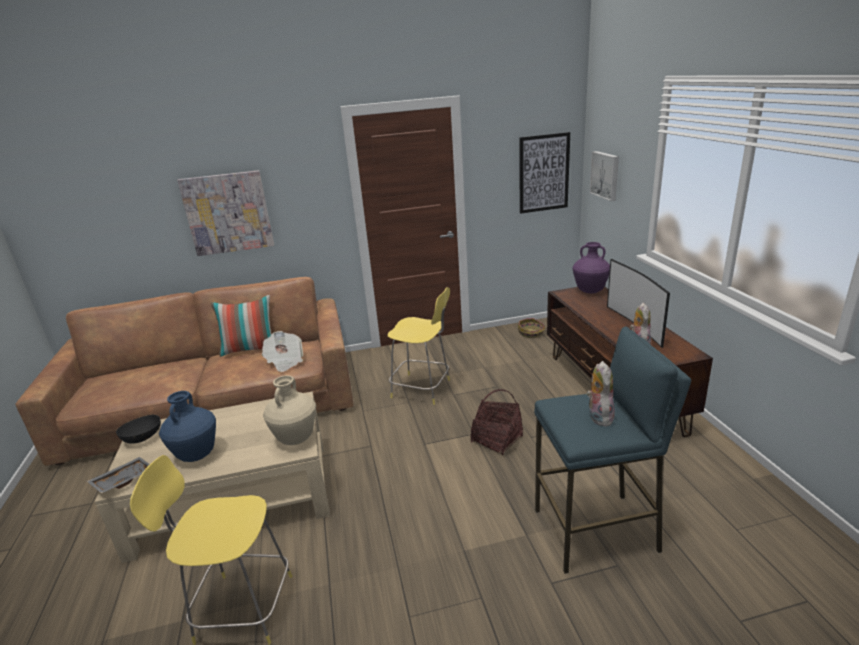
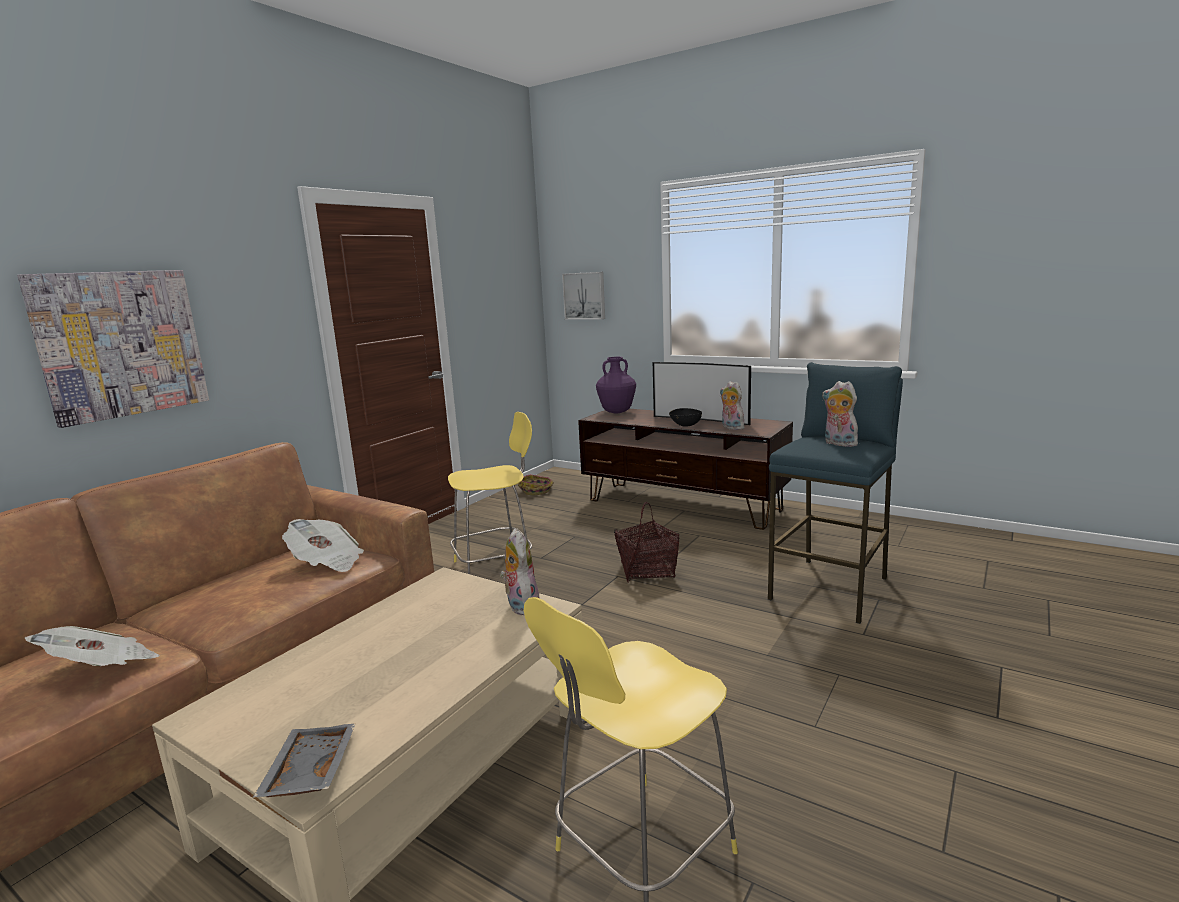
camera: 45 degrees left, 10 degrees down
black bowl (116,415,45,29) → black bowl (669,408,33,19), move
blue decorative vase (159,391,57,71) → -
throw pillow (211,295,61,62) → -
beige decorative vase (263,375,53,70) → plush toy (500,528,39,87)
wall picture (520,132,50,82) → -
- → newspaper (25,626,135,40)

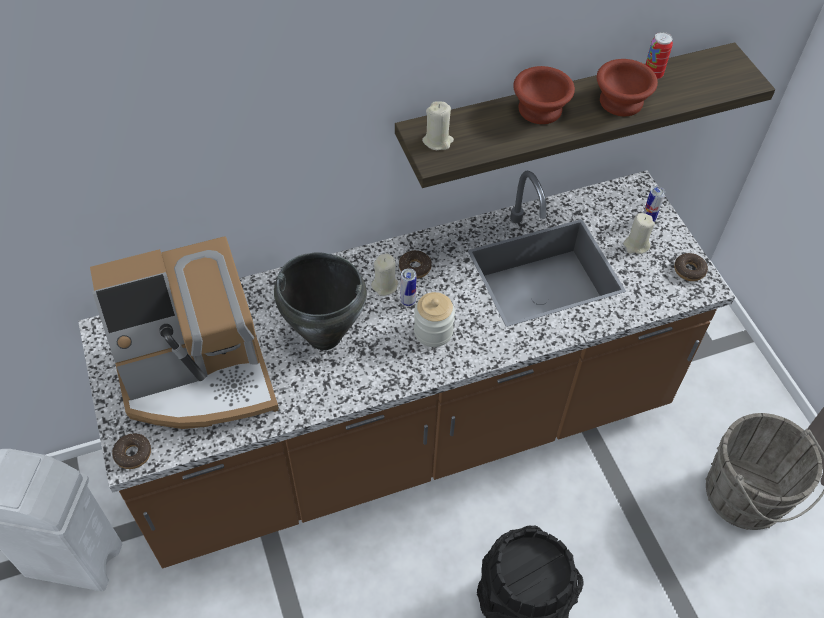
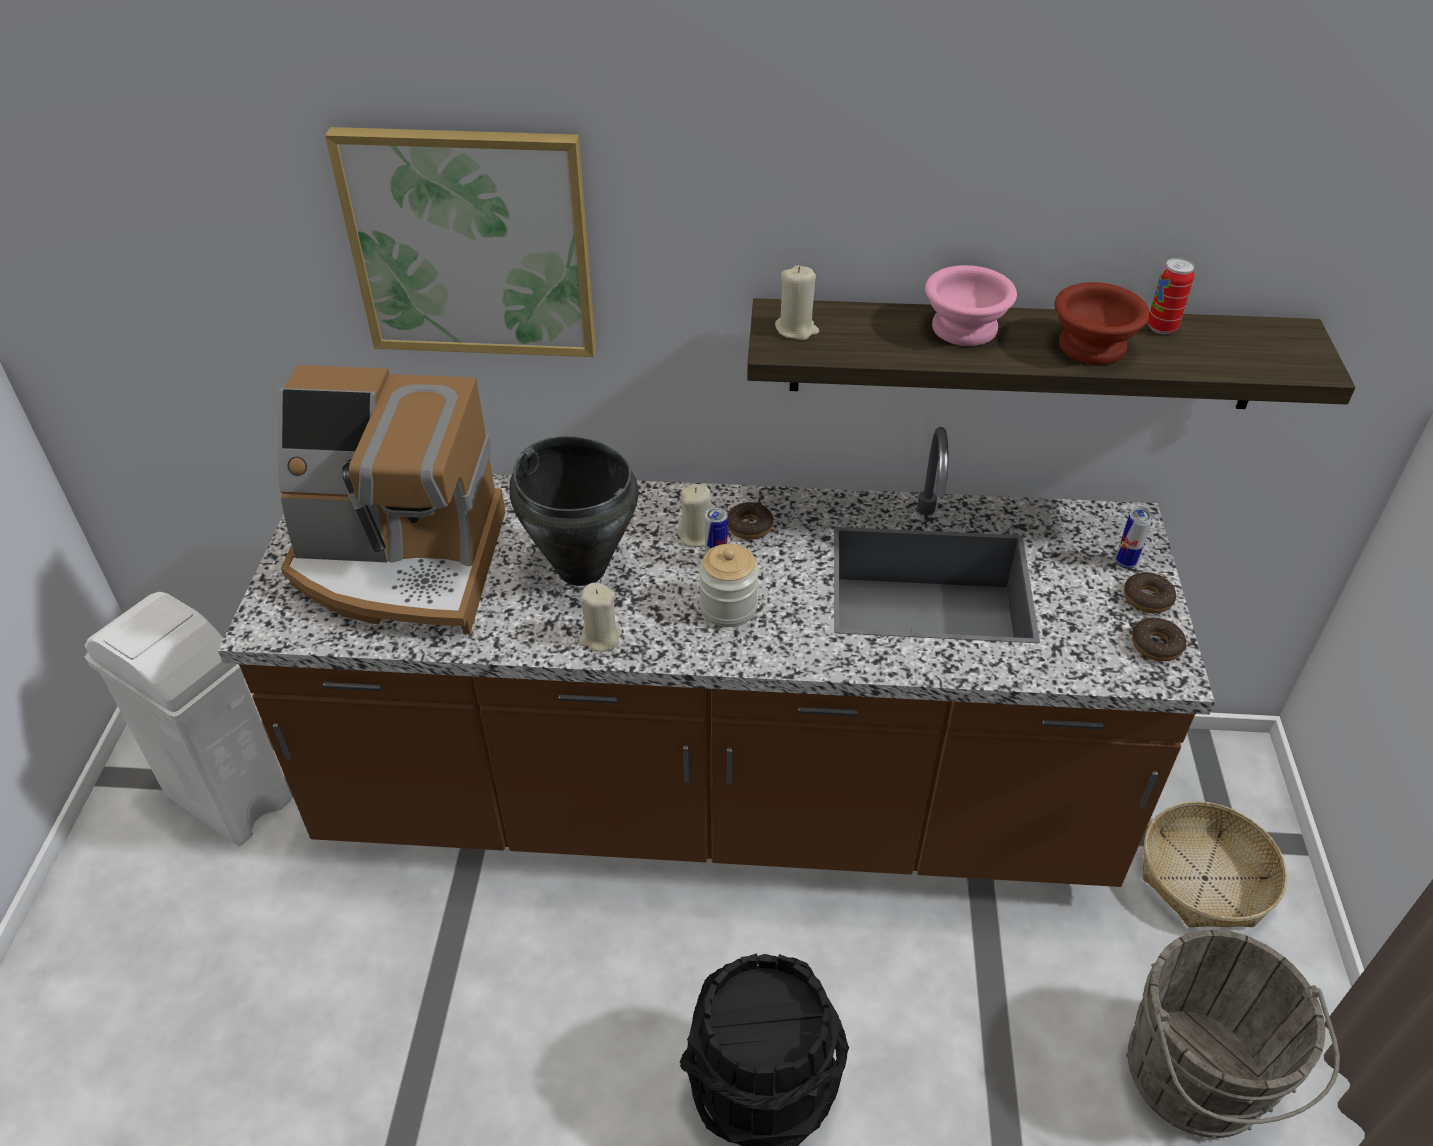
camera: 25 degrees right, 10 degrees down
doughnut (112,434,39,35) → doughnut (1124,572,52,41), move
brownish bowl (513,66,62,58) → pink bowl (925,265,92,81)
beige wax candle (623,213,32,41) → beige wax candle (579,583,43,69), move
- → wall picture (325,127,271,230)
- → basket (1143,801,144,126)

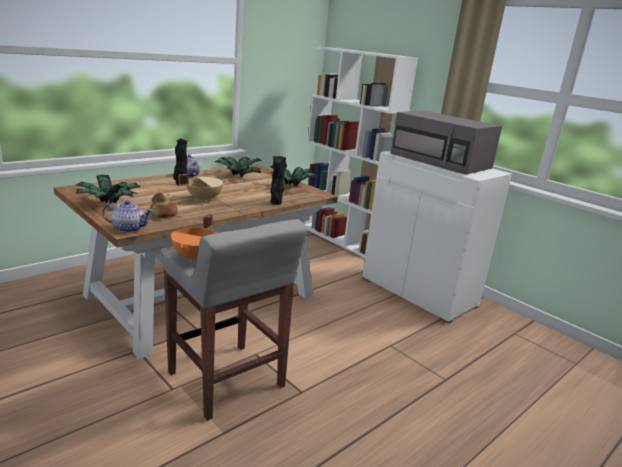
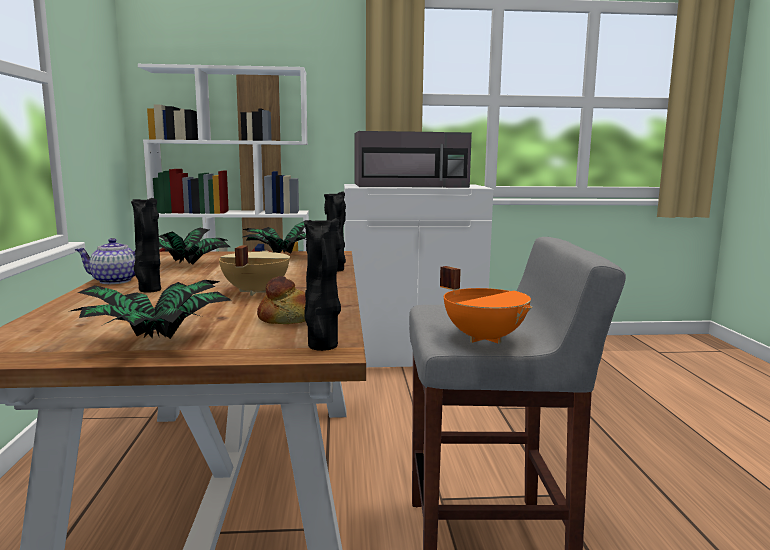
camera: 50 degrees left, 10 degrees down
teapot (102,200,51,33) → black decorative vase (304,218,39,133)

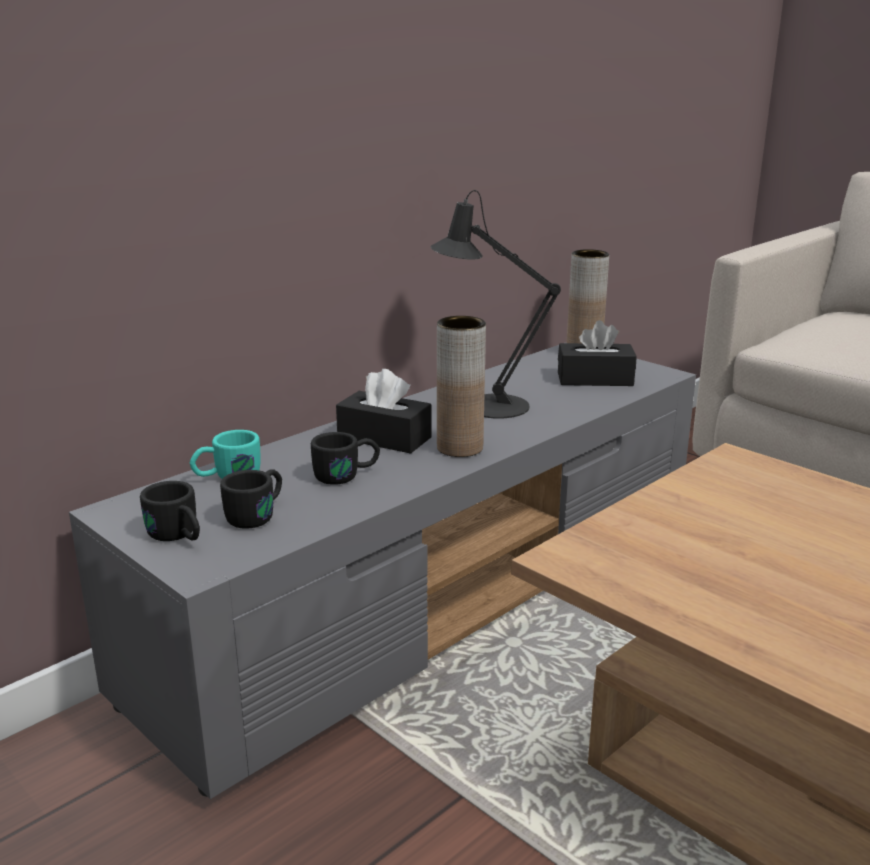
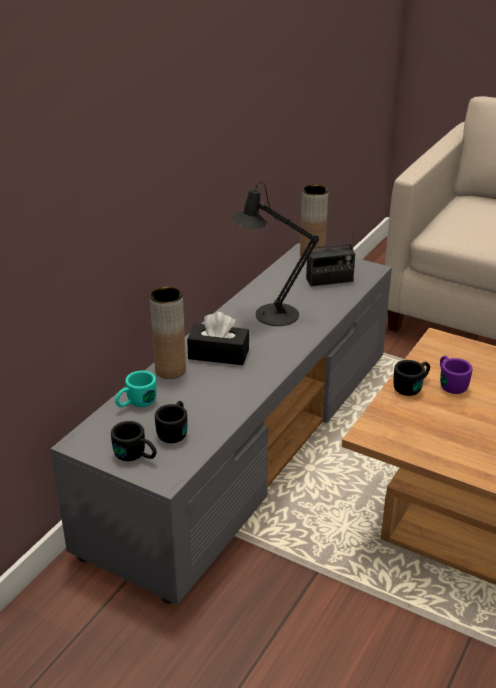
camera: 15 degrees left, 10 degrees up
black tea mug (311,432,69,53) → black tea mug (393,360,37,36), move
brownish decorative vase (437,316,49,141) → brownish decorative vase (150,287,36,92), move
black tissue box (558,320,79,66) → radio receiver (306,220,49,66)
- → purple-coloured tea mug (440,356,33,38)

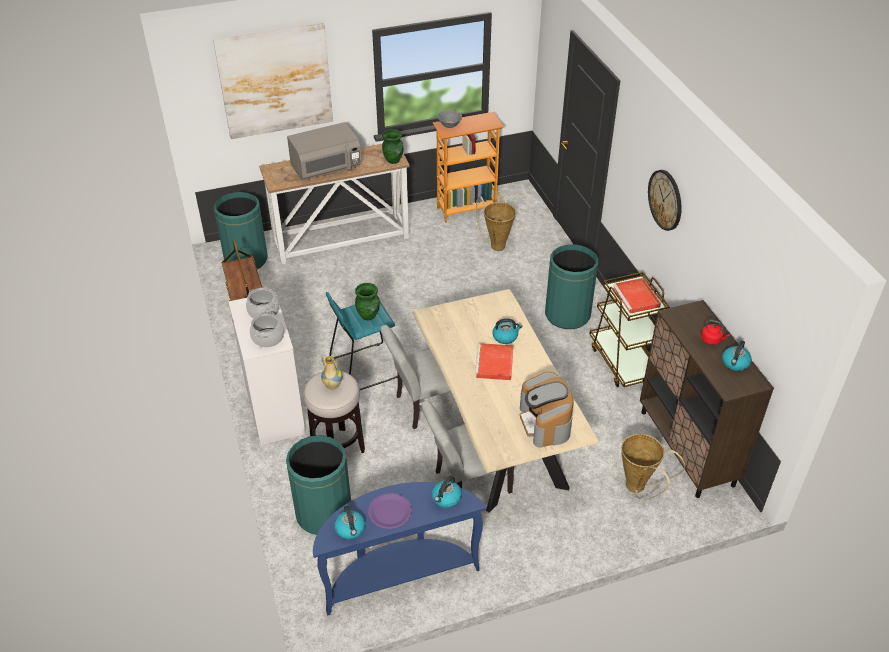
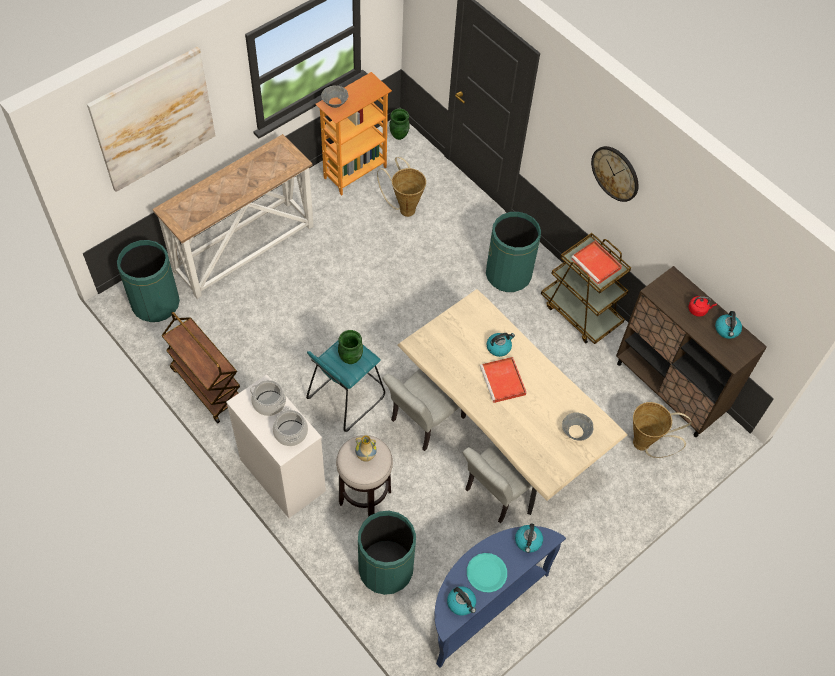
camera: 25 degrees left, 15 degrees up
grey microwave (287,122,74,59) → -
purple-coloured dinner plate (368,493,44,36) → turquoise dinner plate (467,553,40,40)
green-coloured decorative vase (382,129,21,35) → green-coloured decorative vase (389,109,21,31), move
coffee maker (520,372,53,76) → grey bowl (562,413,31,28)

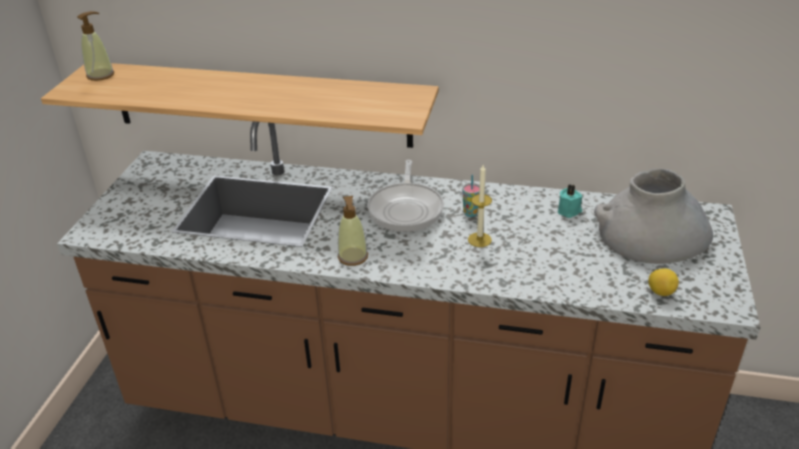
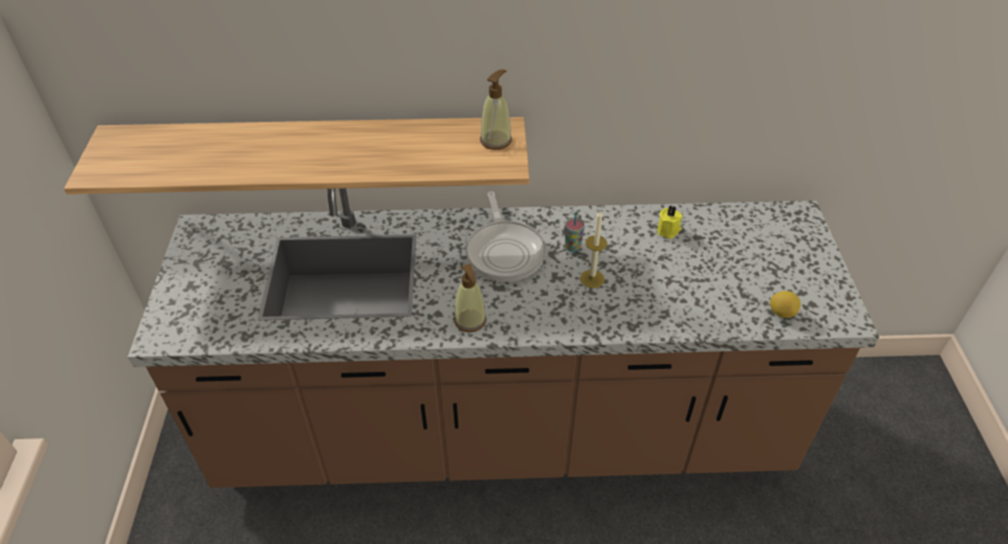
camera: 15 degrees left, 10 degrees up
soap dispenser (77,11,37,70) → soap dispenser (480,70,32,80), move
turquoise wax candle (558,184,24,34) → yellow-coloured wax candle (657,206,25,33)
grey decorative vase (594,169,119,95) → -

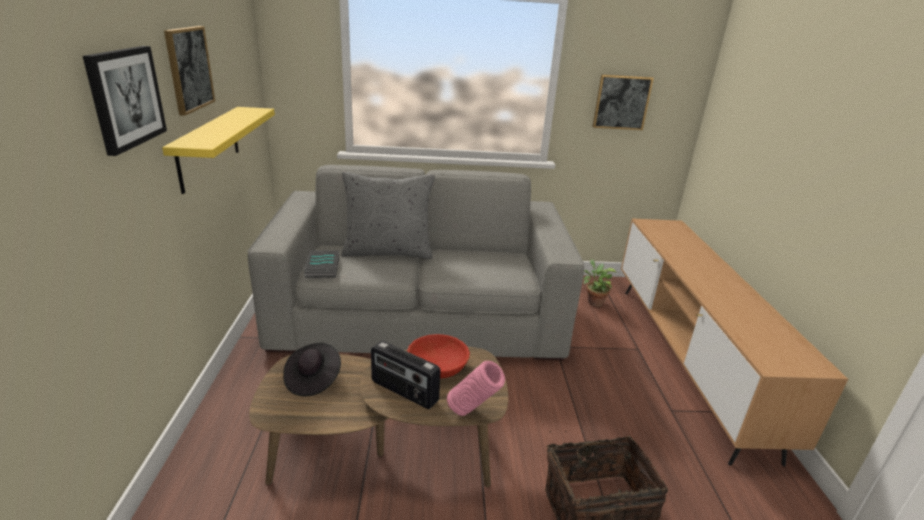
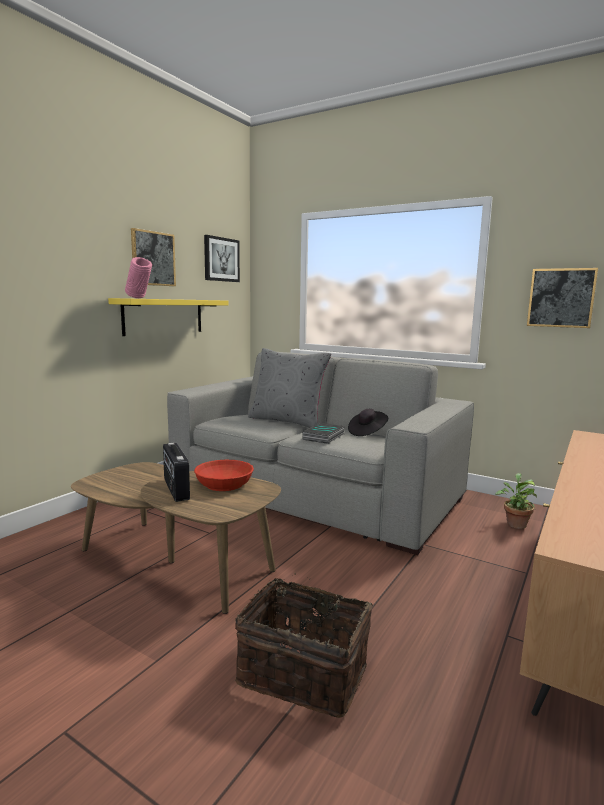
camera: 35 degrees right, 15 degrees down
wall picture (83,46,84,110) → wall picture (204,235,36,47), move
black clothing hat (283,343,58,53) → black clothing hat (348,409,40,27), move
book (304,250,36,28) → book (302,423,43,21), move
pink decorative vase (447,361,58,55) → pink decorative vase (125,257,27,41), move

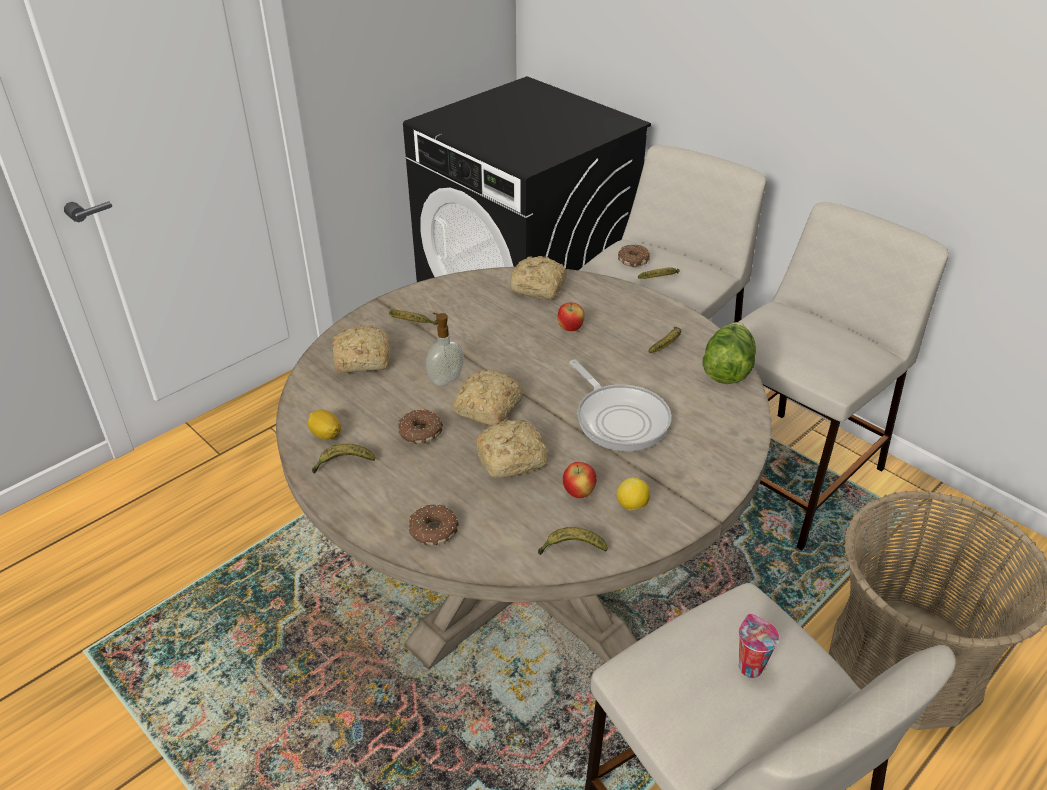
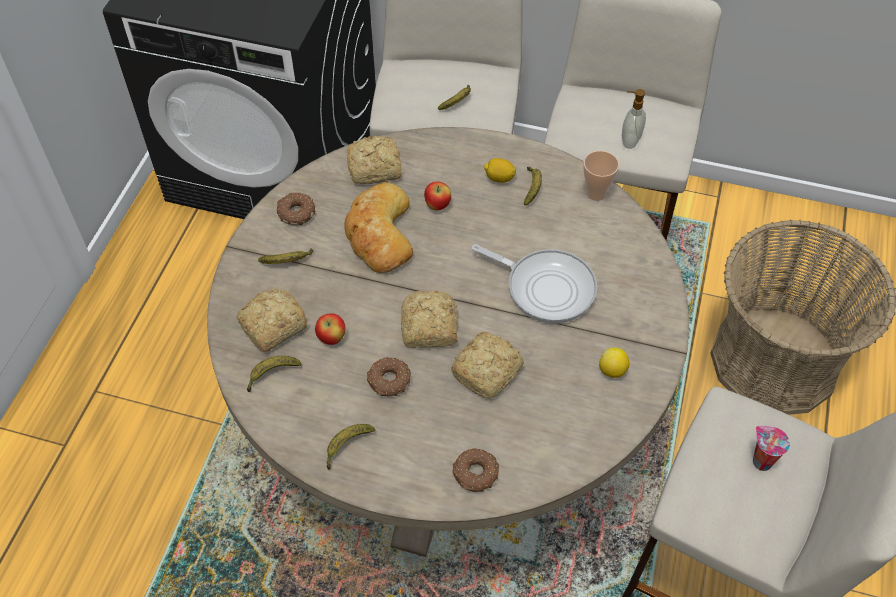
camera: 30 degrees left, 15 degrees up
citrus fruit (308,409,33,31) → citrus fruit (484,158,32,25), move
soap dispenser (426,313,38,73) → soap dispenser (622,89,24,60), move
whole banana (538,527,70,28) → whole banana (247,356,54,36), move
apple fruit (563,462,34,36) → apple fruit (315,313,31,32), move
doughnut (618,244,32,23) → doughnut (277,193,38,32), move
lettuce head (702,322,54,62) → cup (583,151,36,50)
- → bakery bread (344,183,69,90)

